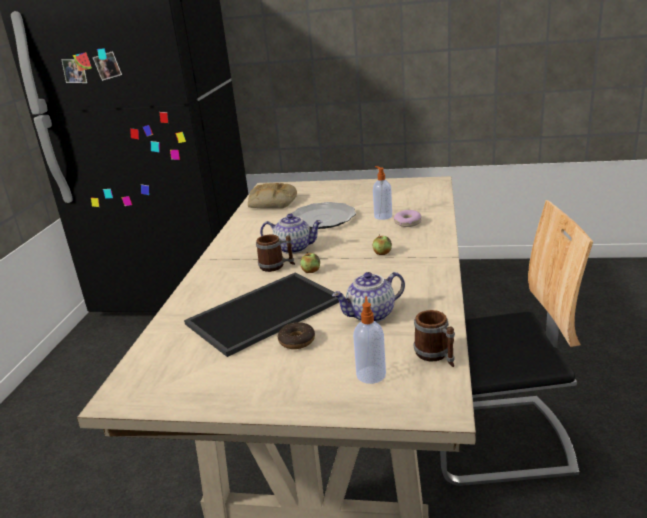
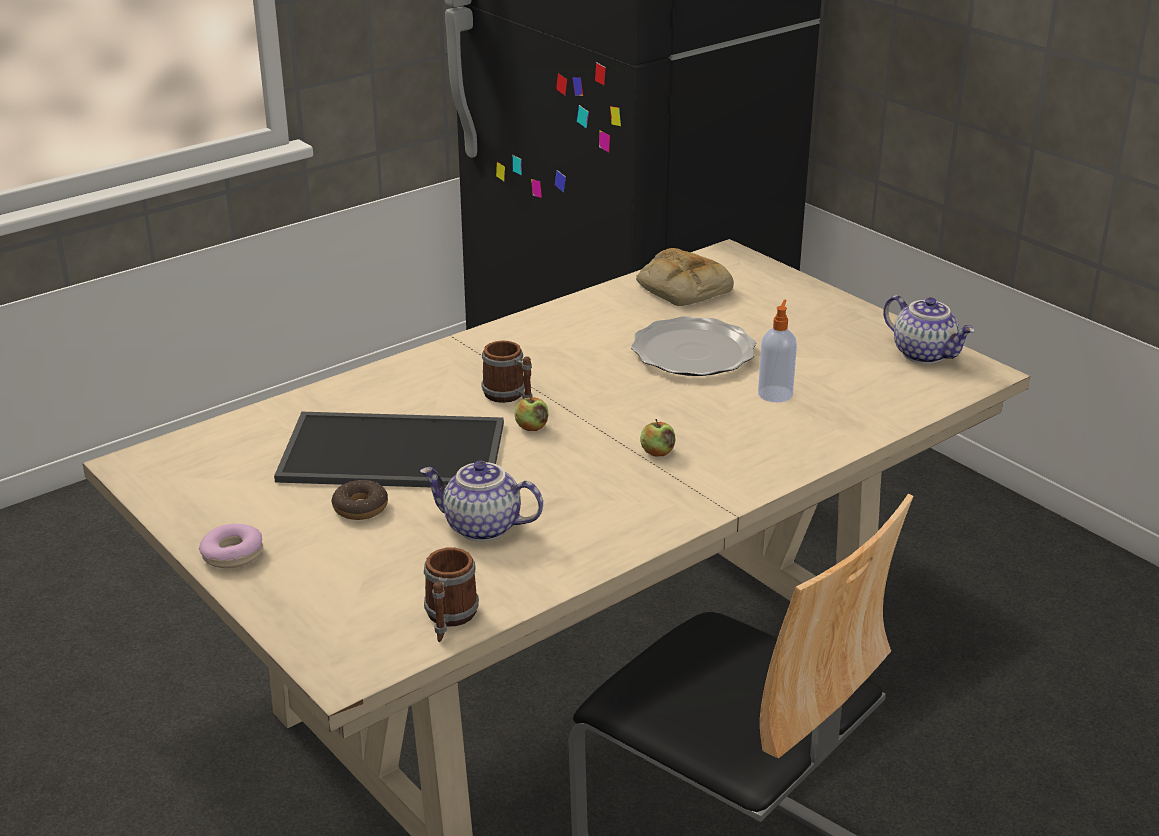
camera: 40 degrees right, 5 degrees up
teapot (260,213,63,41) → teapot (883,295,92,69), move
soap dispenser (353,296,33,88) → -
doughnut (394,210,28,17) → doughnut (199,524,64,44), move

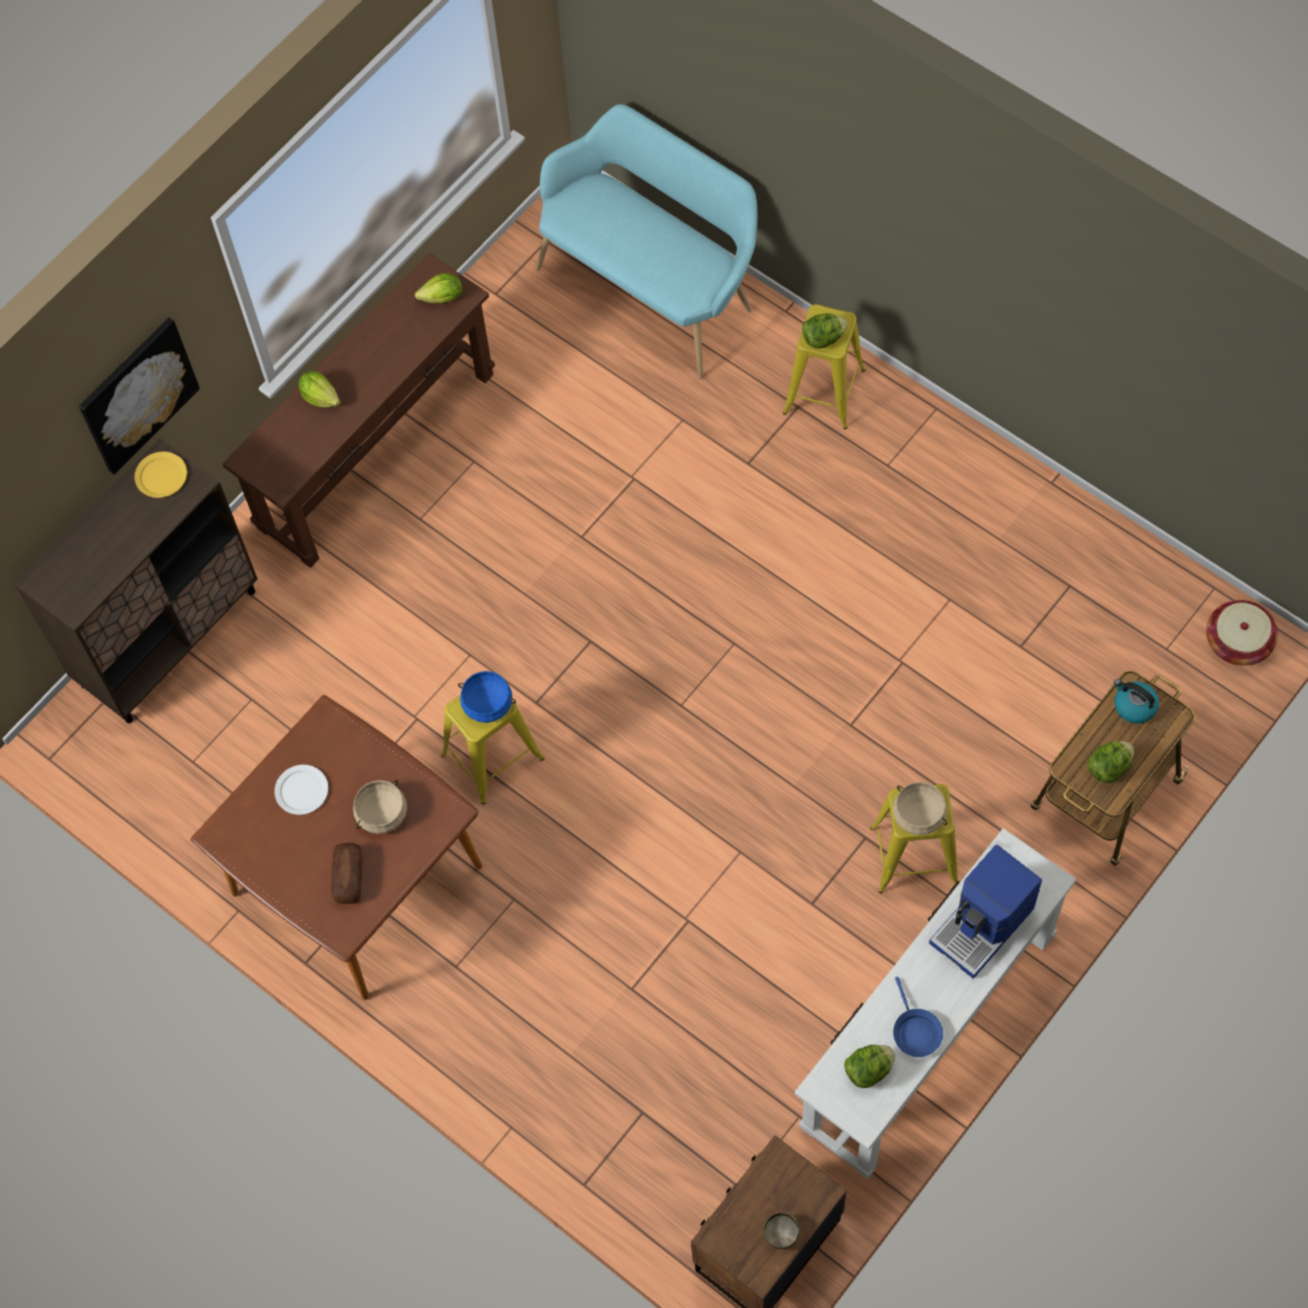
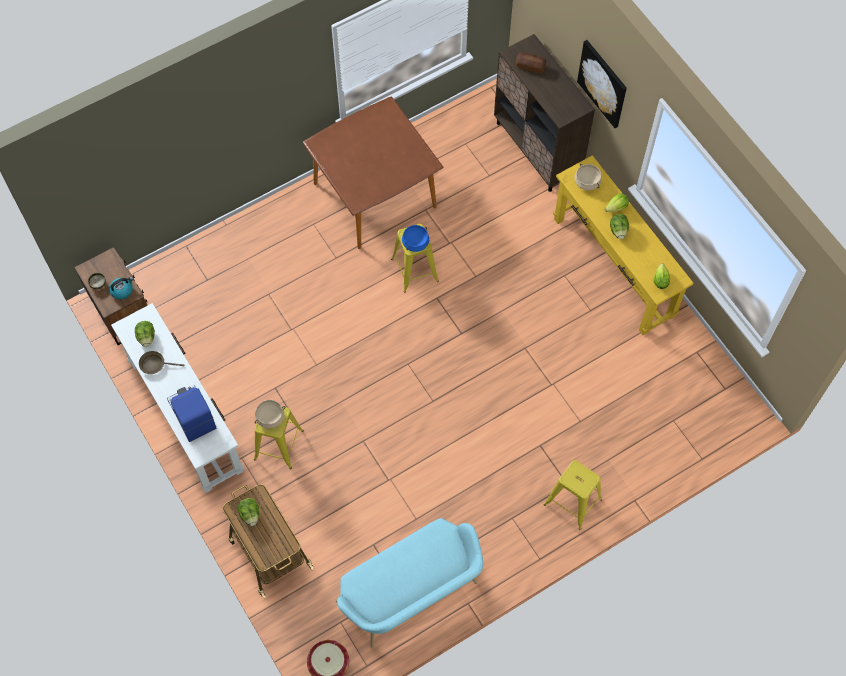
camera: 105 degrees right, 0 degrees up
yellow-coloured dinner plate (134,452,53,46) → -
brownish console table (222,253,273,315) → yellow-coloured console table (553,155,141,180)
white dinner plate (274,765,54,50) → -
bakery bread (331,843,32,61) → bakery bread (516,52,30,21), move
beige stockpot (353,780,54,54) → beige stockpot (574,164,28,26), move
turquoise long seat (536,104,221,275) → turquoise long seat (336,518,147,130), move
lettuce head (802,313,45,36) → lettuce head (610,214,19,25), move
blue frying pan (893,977,50,80) → brownish frying pan (139,351,45,23)
kettle (1114,679,45,45) → kettle (109,277,24,23), move

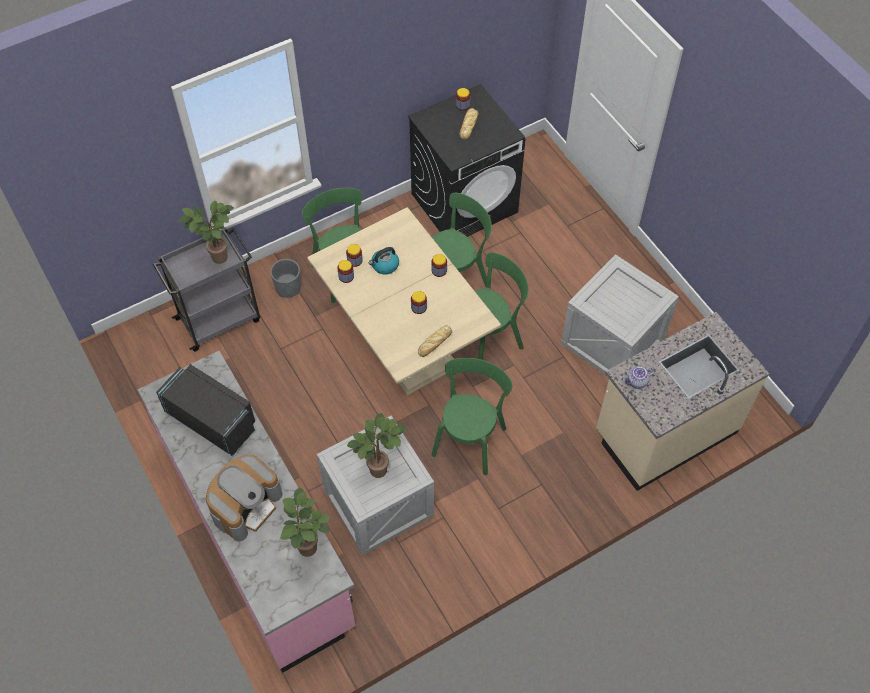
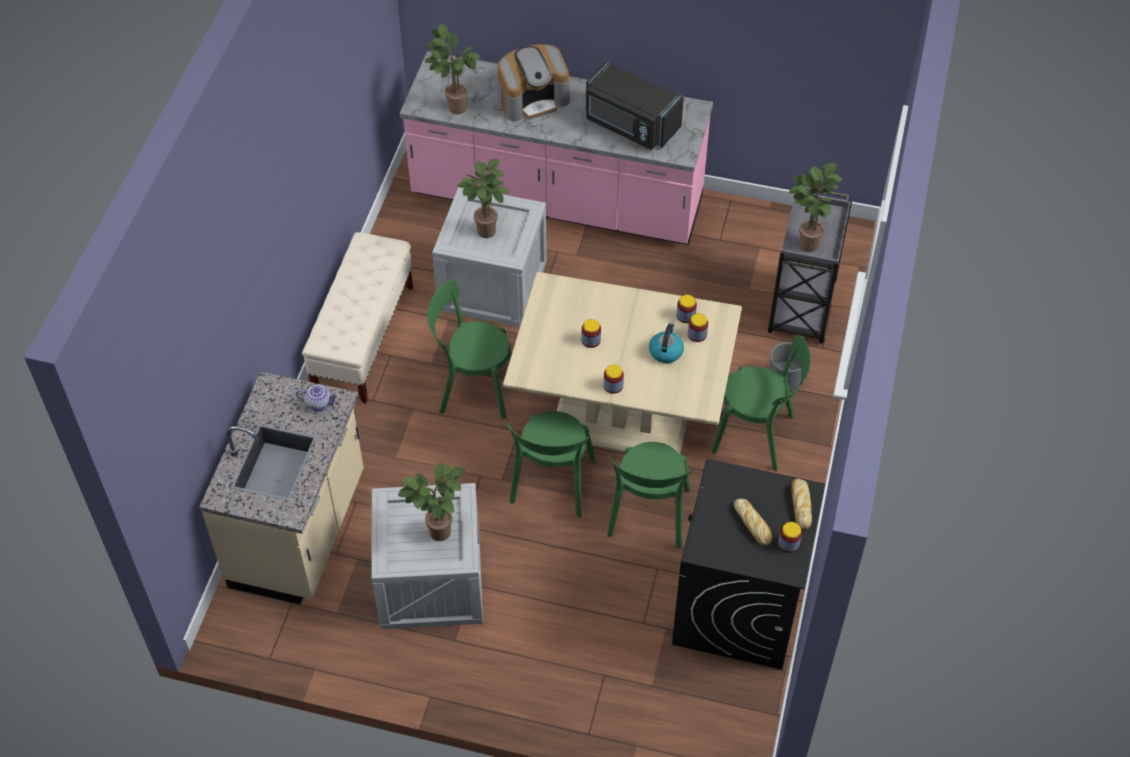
camera: 135 degrees right, 5 degrees down
black microwave (156,364,99,93) → black microwave (586,61,98,89), 45 degrees clockwise
coffee maker (206,454,76,87) → coffee maker (497,44,73,77), 105 degrees counterclockwise
bakery bread (418,325,34,32) → bakery bread (791,479,21,51), move
green-coloured chair (431,358,81,117) → green-coloured chair (427,280,85,139), 120 degrees clockwise
teapot (623,366,33,23) → teapot (296,385,42,26), 75 degrees clockwise
- → beige long seat (302,232,111,171)
- → potted plant (398,463,68,78)

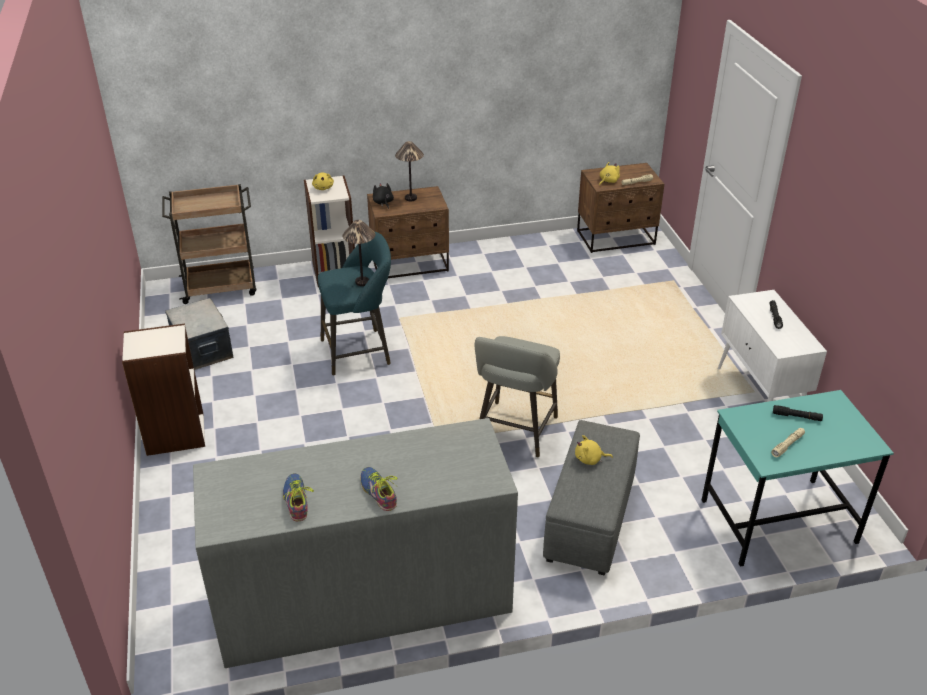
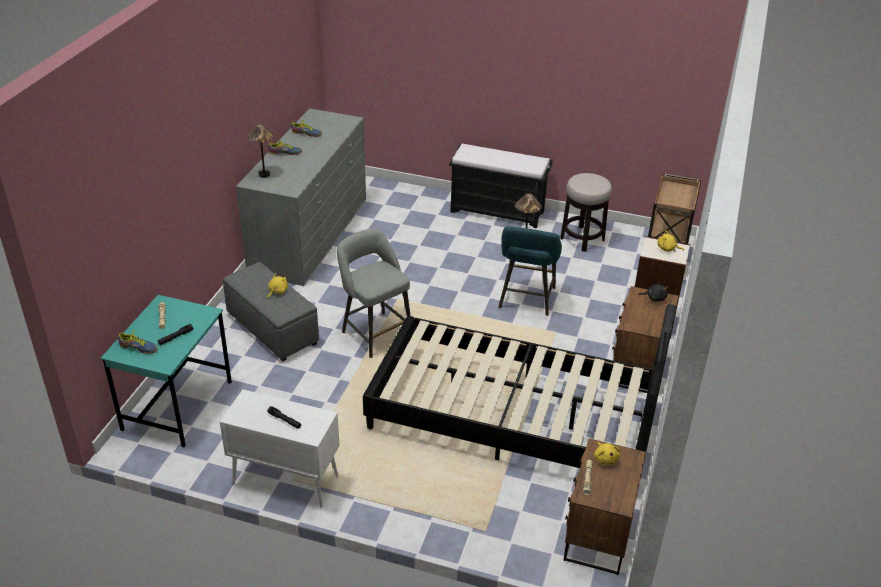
camera: 120 degrees right, 0 degrees up
bookcase (122,324,83,132) → black long seat (449,144,104,84)
storage bin (165,298,68,72) → stool (561,173,51,79)
lamp for a table (395,141,29,60) → lamp for a table (248,124,26,54), move
- → low shoe (118,330,40,24)
- → black bedroom bed (363,304,313,164)

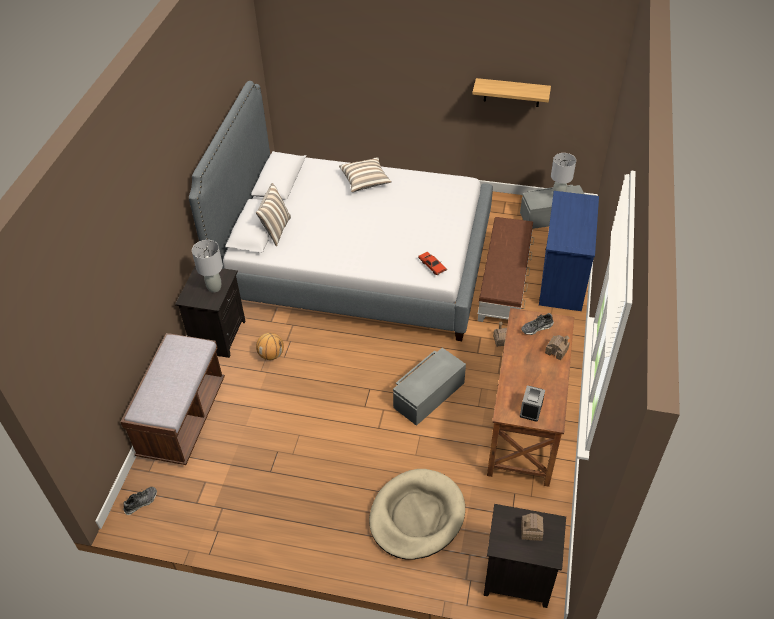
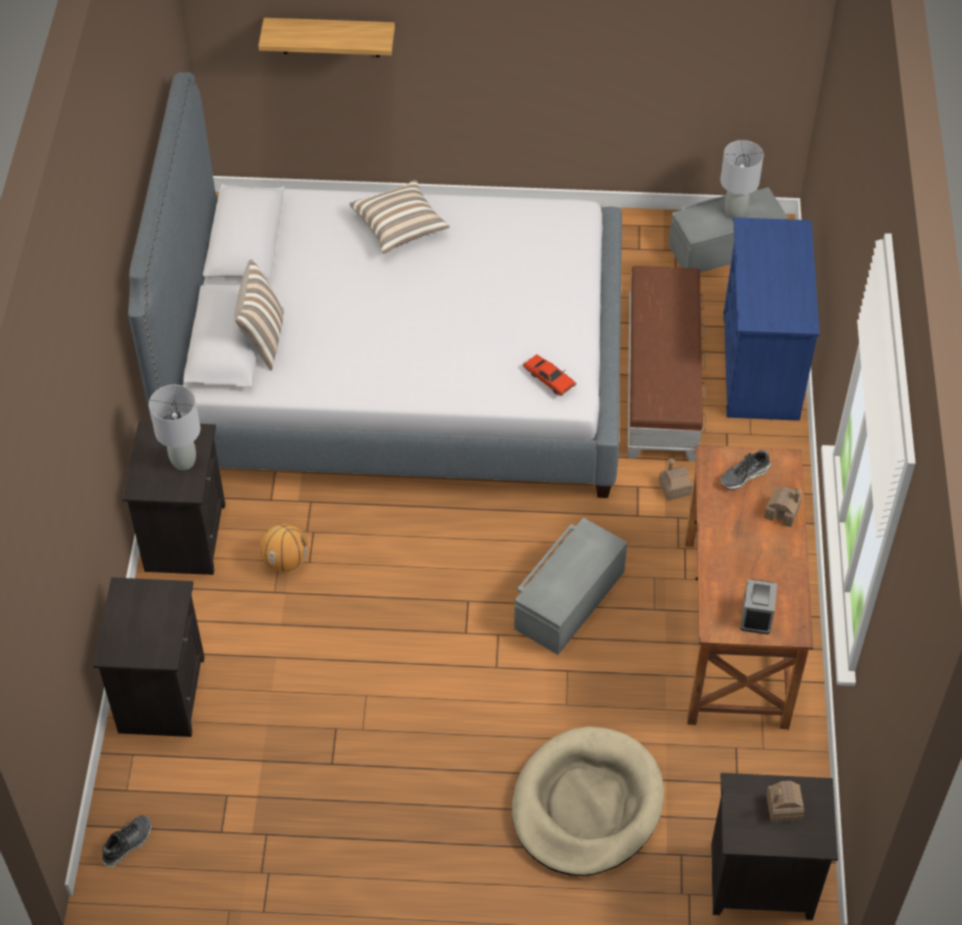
camera: 10 degrees left, 5 degrees up
brownish long seat (120,333,105,132) → black night table (93,577,112,160)
wall shelf (472,78,79,29) → wall shelf (258,18,137,39), move

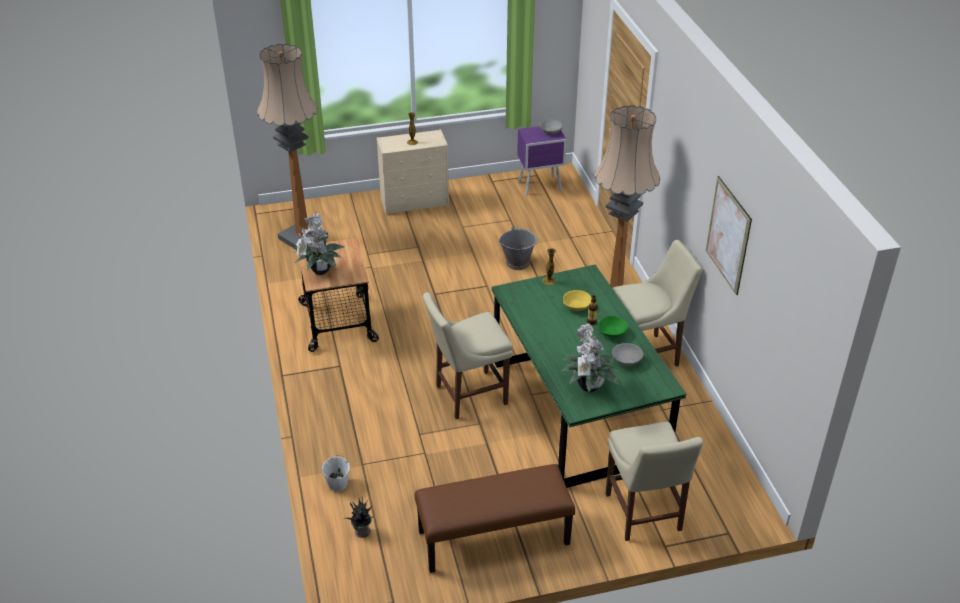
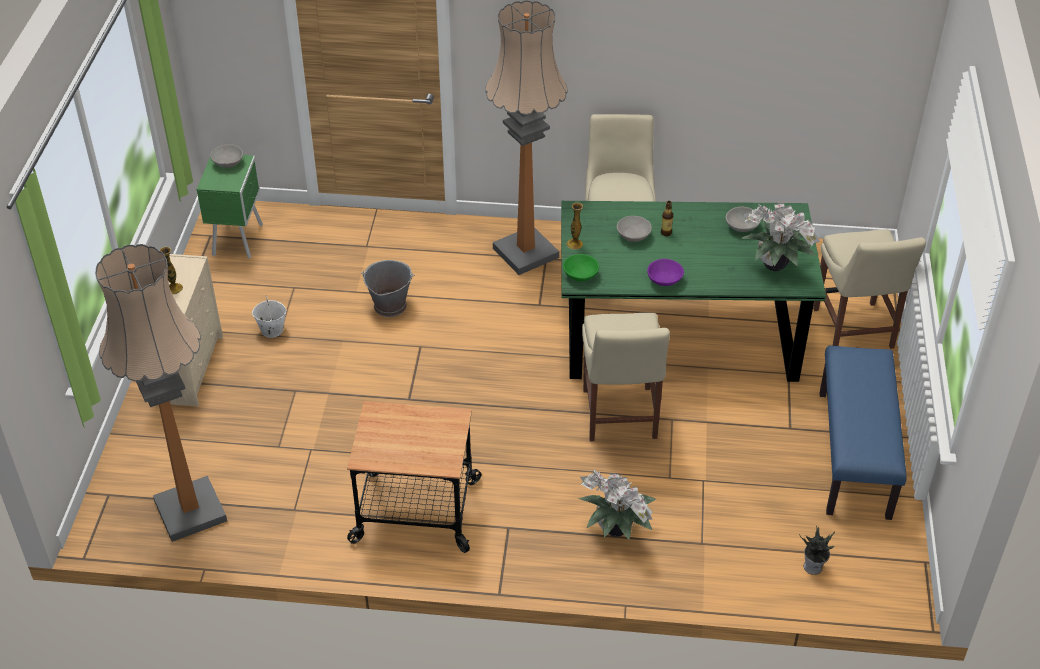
camera: 70 degrees left, 5 degrees up
potted plant (293,213,52,62) → potted plant (578,470,78,70), move
white pail (322,455,28,36) → white pail (252,295,34,43), move
brownish long seat (415,464,160,109) → blue long seat (820,345,87,175)
purple-coloured night table (517,126,50,70) → green-coloured night table (196,155,67,104)
yellow-coloured bowl (563,290,29,21) → grey bowl (617,216,35,26)
green-coloured bowl (598,316,30,22) → green-coloured bowl (563,254,36,28), move
beige chair (606,422,97,119) → beige chair (813,229,113,120), 75 degrees clockwise
wall picture (706,176,46,119) → -
- → purple-coloured bowl (647,259,37,27)

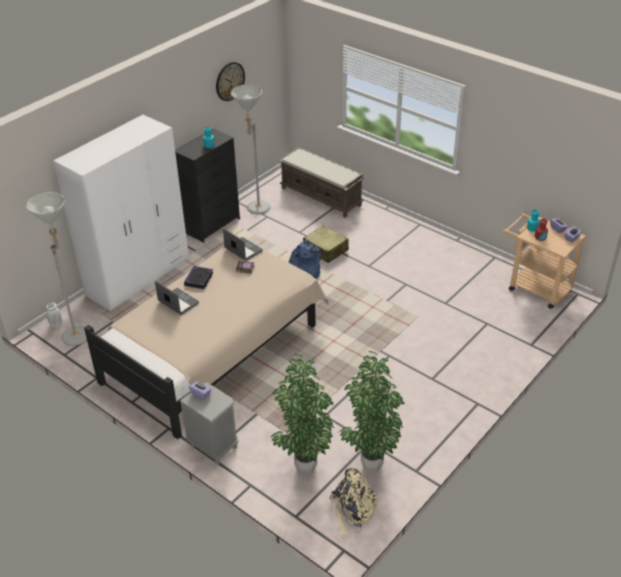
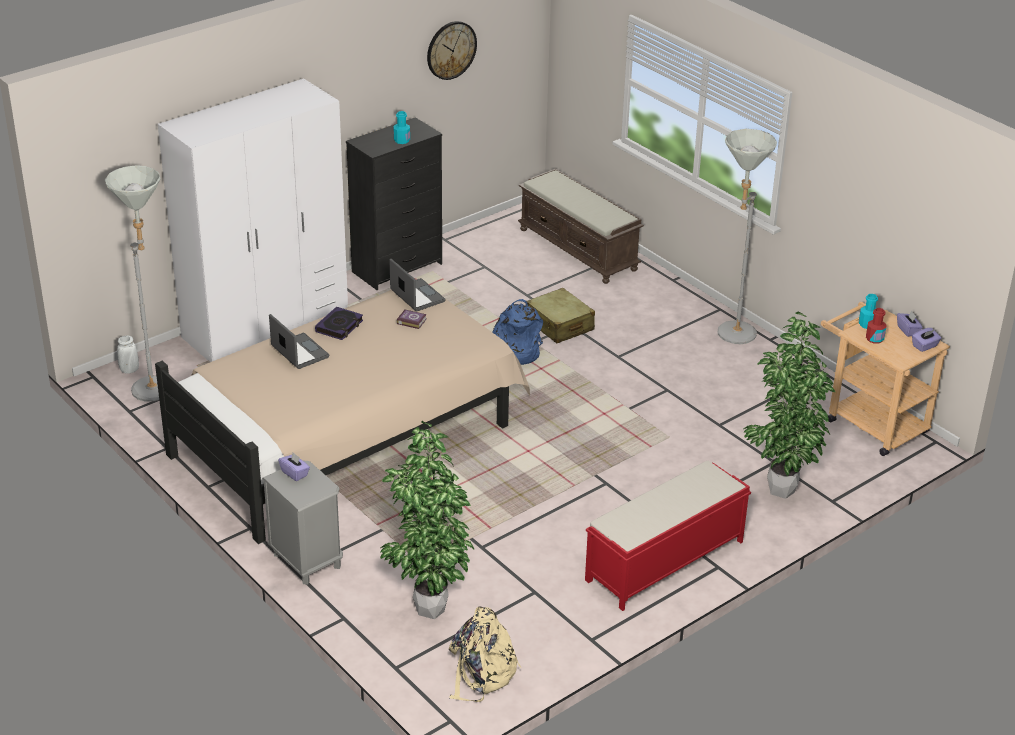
camera: 10 degrees right, 5 degrees down
grey standard lamp (231,85,39,129) → grey standard lamp (717,129,60,215), move
potted plant (339,351,66,122) → potted plant (743,312,92,187), move
- → red long seat (585,461,166,150)

